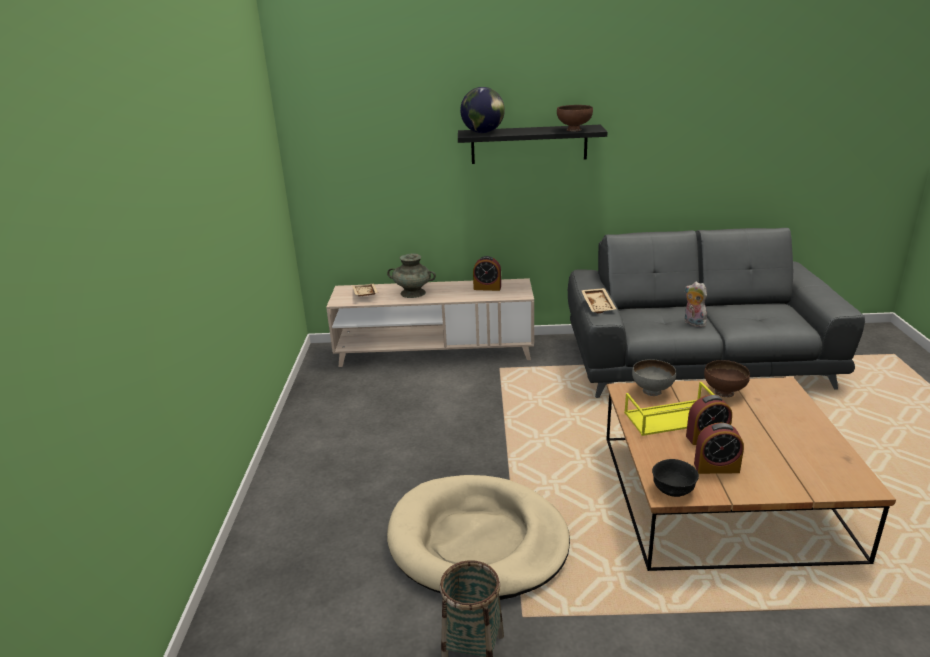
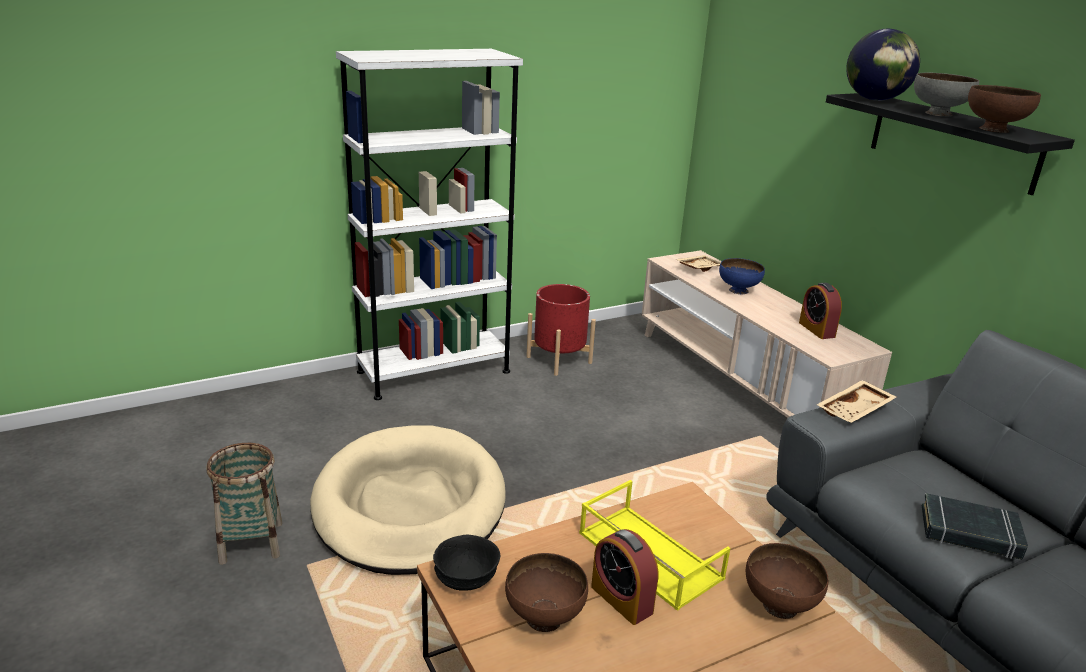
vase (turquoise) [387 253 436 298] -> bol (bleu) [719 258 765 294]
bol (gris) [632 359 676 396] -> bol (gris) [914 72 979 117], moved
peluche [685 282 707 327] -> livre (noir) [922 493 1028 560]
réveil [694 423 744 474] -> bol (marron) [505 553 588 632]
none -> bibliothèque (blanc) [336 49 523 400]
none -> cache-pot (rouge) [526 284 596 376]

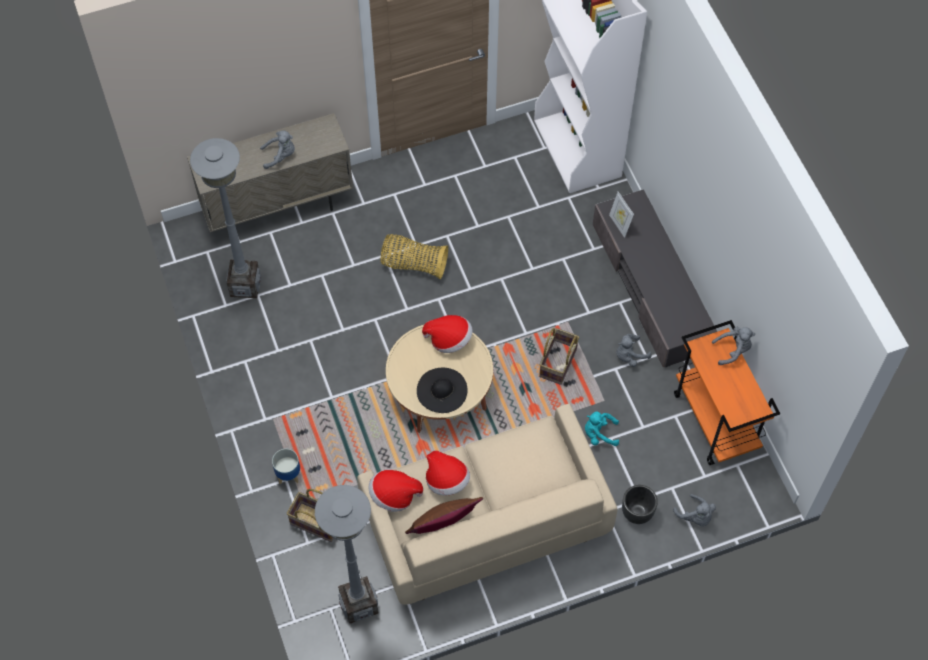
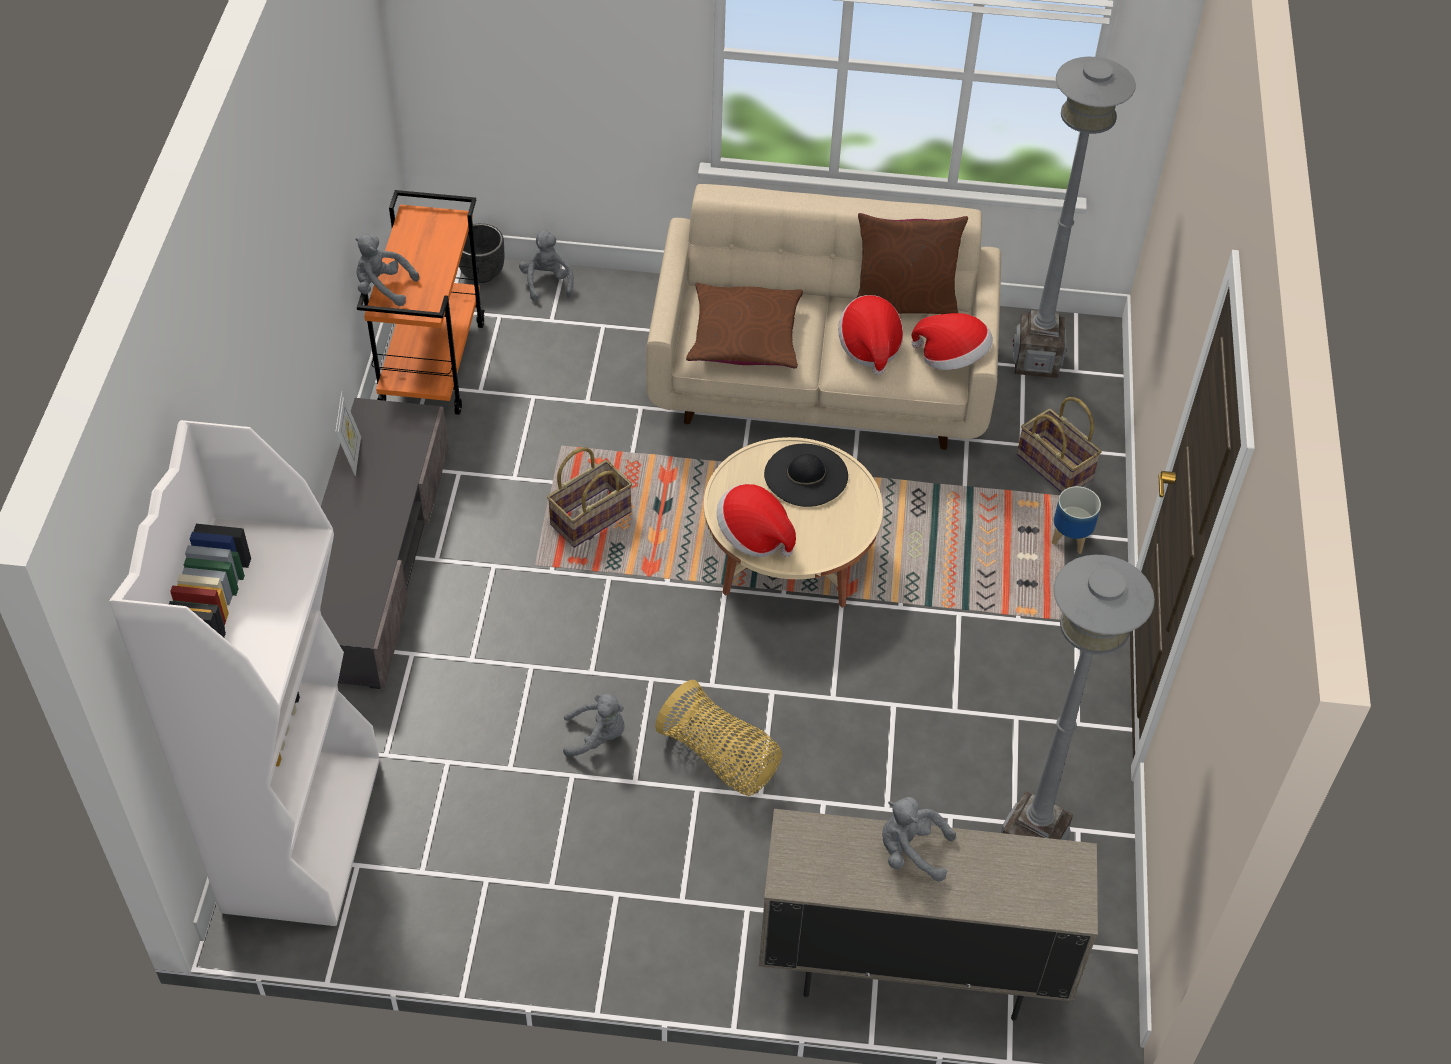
peluche (turquoise) [585 411 619 446] -> none
cadre photo [609 192 634 238] -> cadre photo [335 392 361 476], moved
peluche (gris) [616 334 652 367] -> peluche (gris) [563 694 625 757], moved
cache-pot (noir) [622 485 658 524] -> cache-pot (noir) [459 223 504 283], moved
none -> coussin (marron) [686 283 803 369]

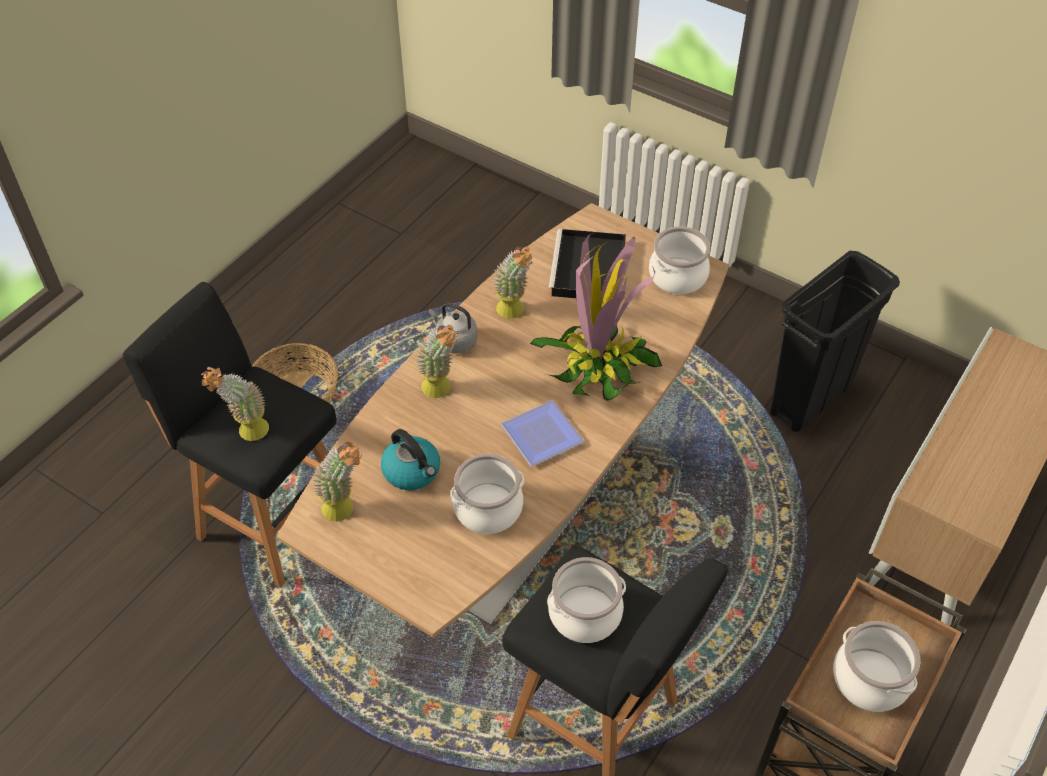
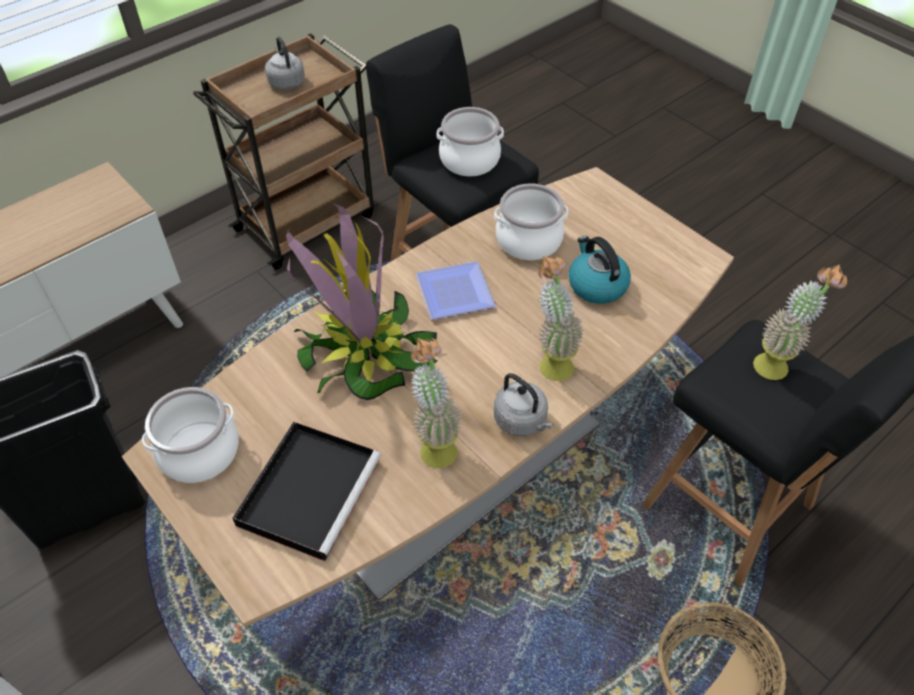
plante en pot [312 442 362 522] -> none
marmite [833 621 920 712] -> bouilloire (gris) [265 37 305 90]

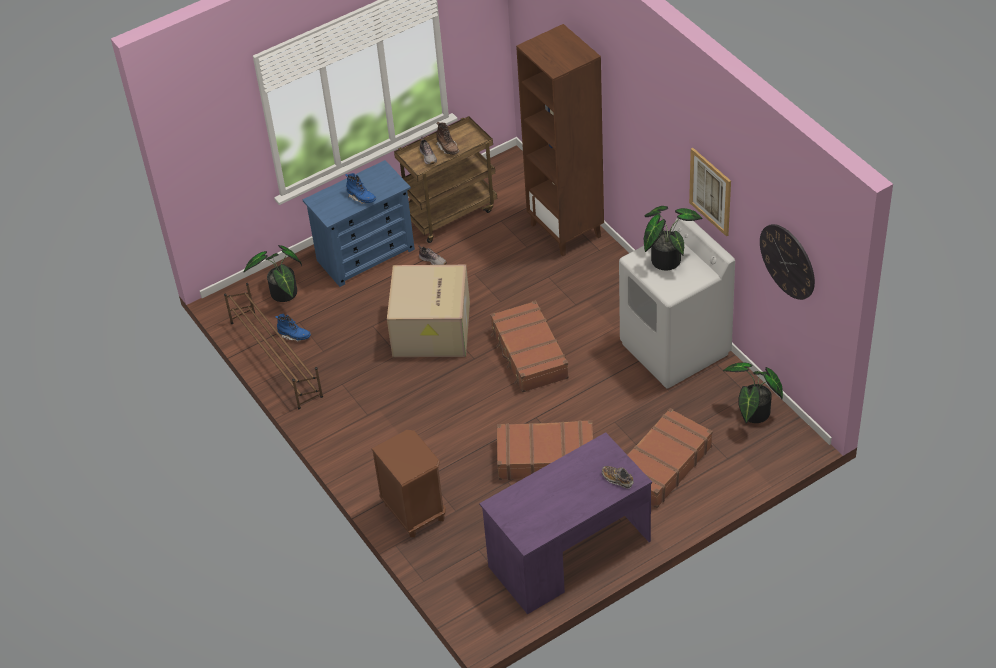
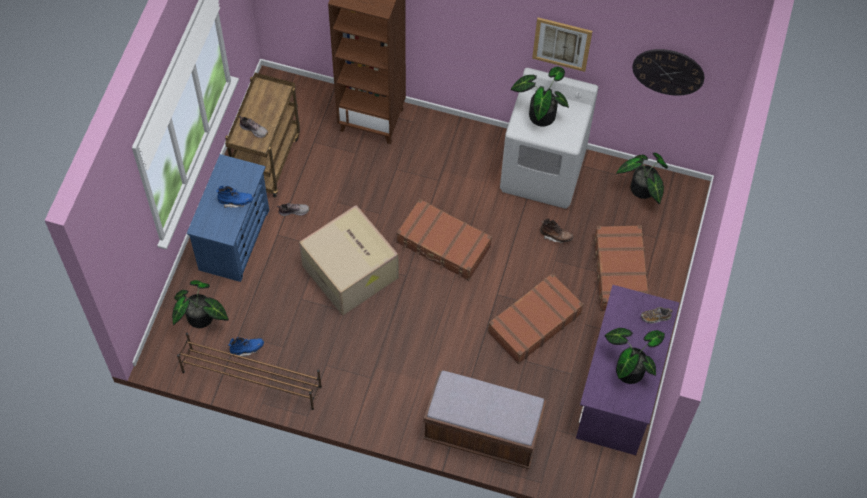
table de chevet (marron) [371 430 446 538] -> banc (marron) [423 371 547 469]
botte (marron) [436 122 459 155] -> botte (marron) [540 218 573 244], moved
none -> plante en pot [605 328 665 384]

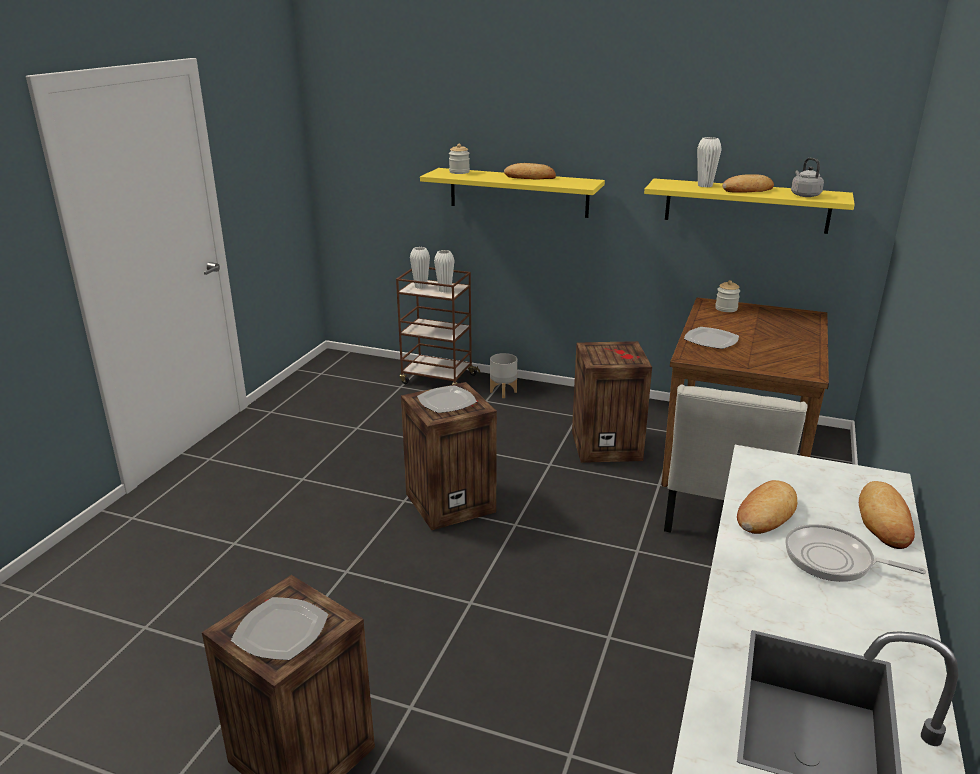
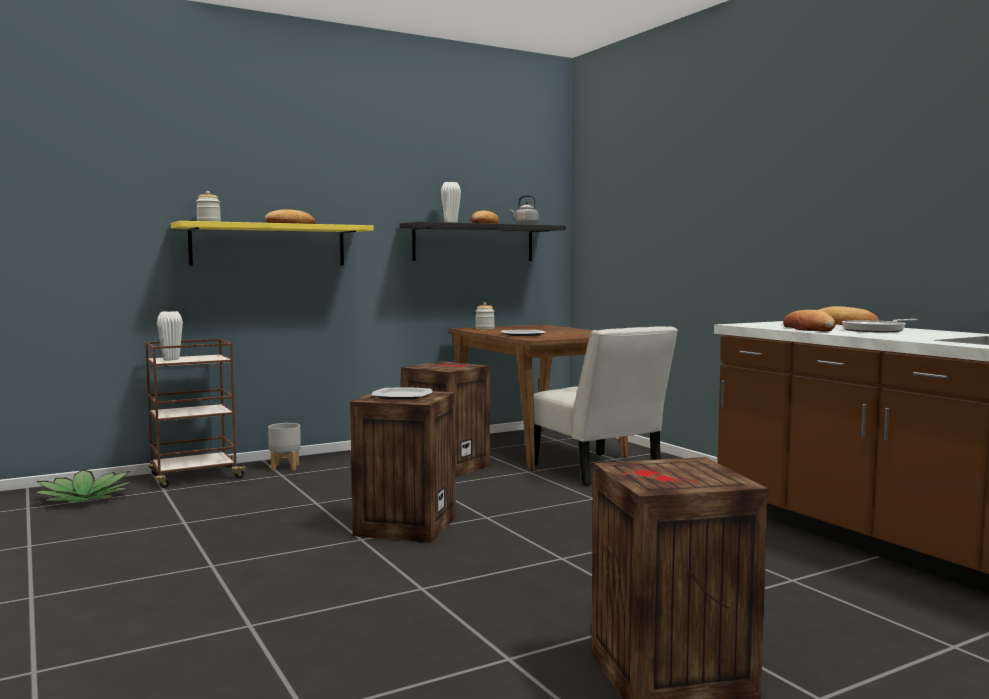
assiette [231 597 328 660] -> none
vase (blanc) [434 250 455 292] -> none
étagère (jaune) [644 178 855 234] -> étagère (noir) [399 221 565 261]
none -> plante en pot [34 469 132 503]

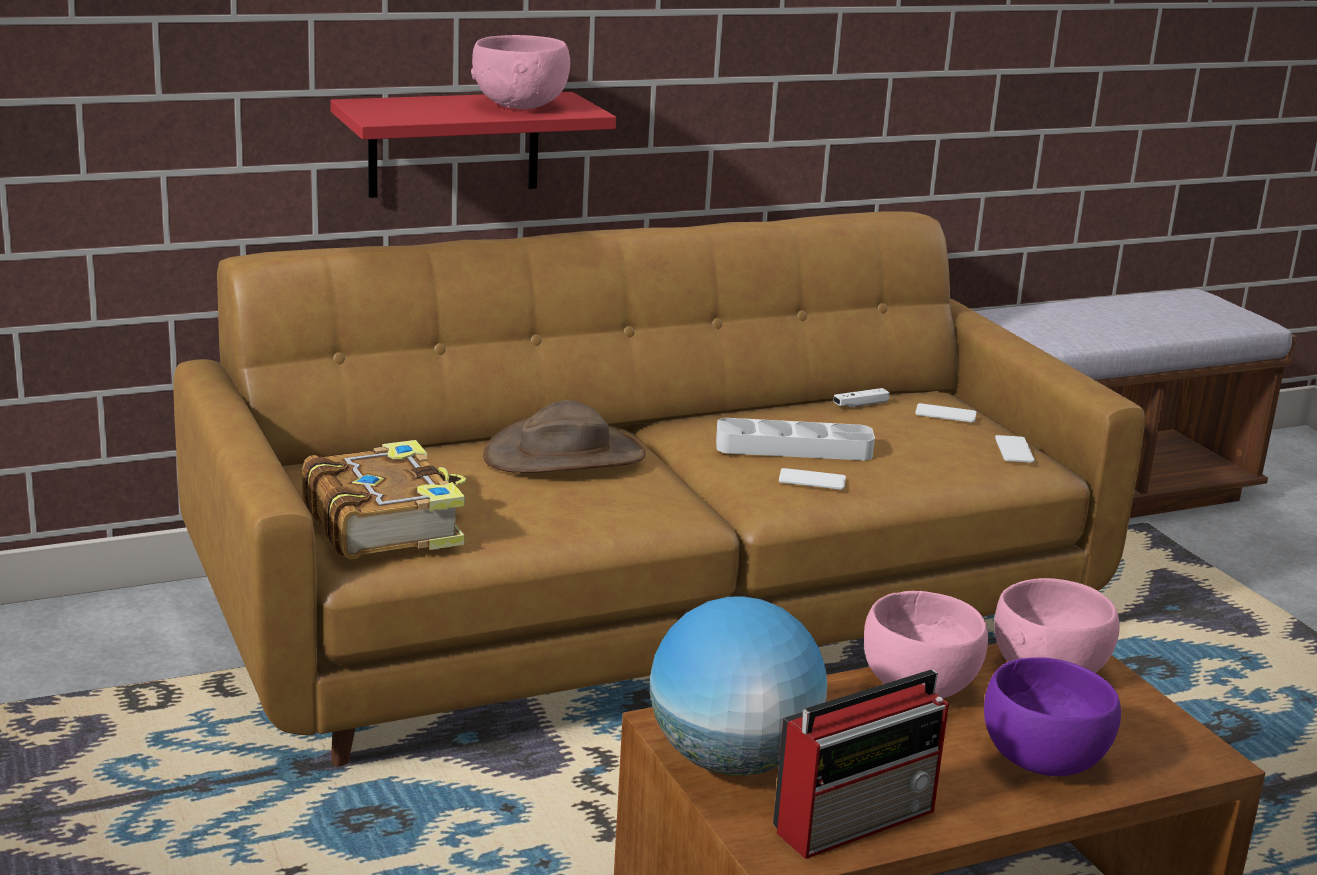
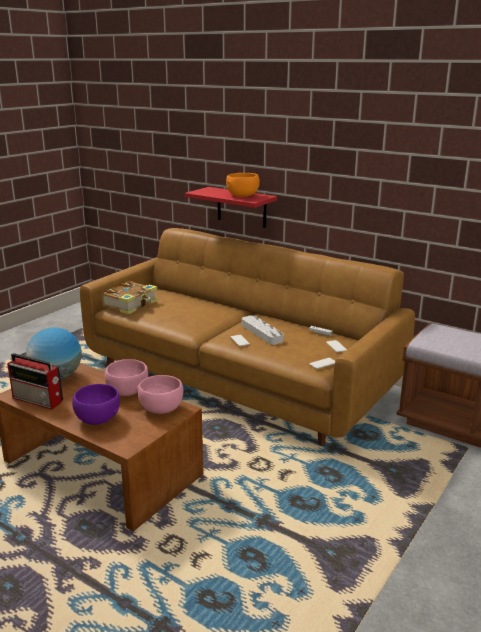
bol (rose) [471 35 570 109] -> bol (orange) [226 173 260 197]
chapeau (marron) [483 400 645 473] -> none

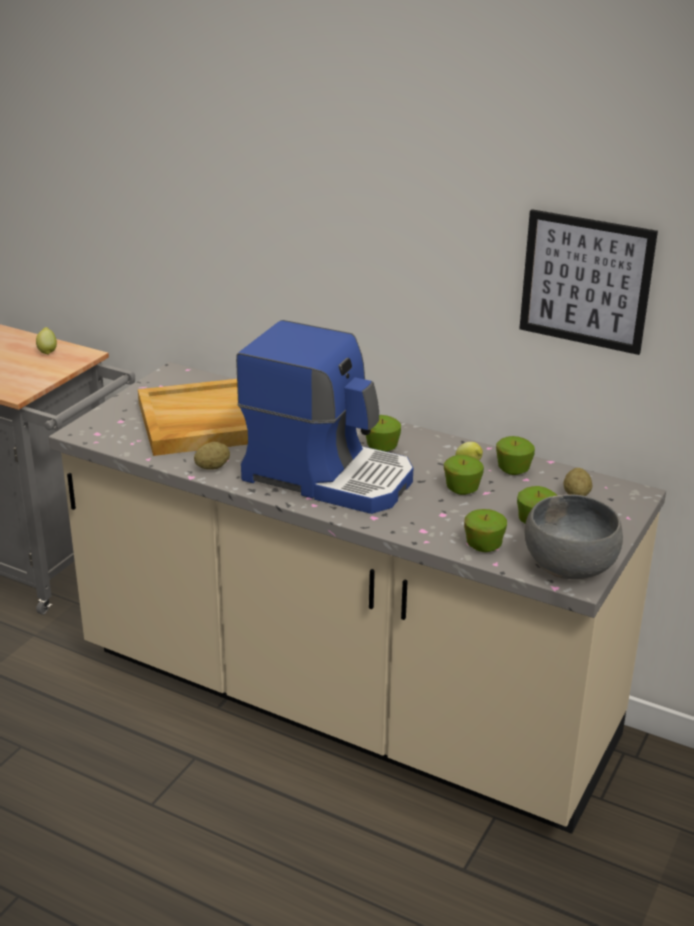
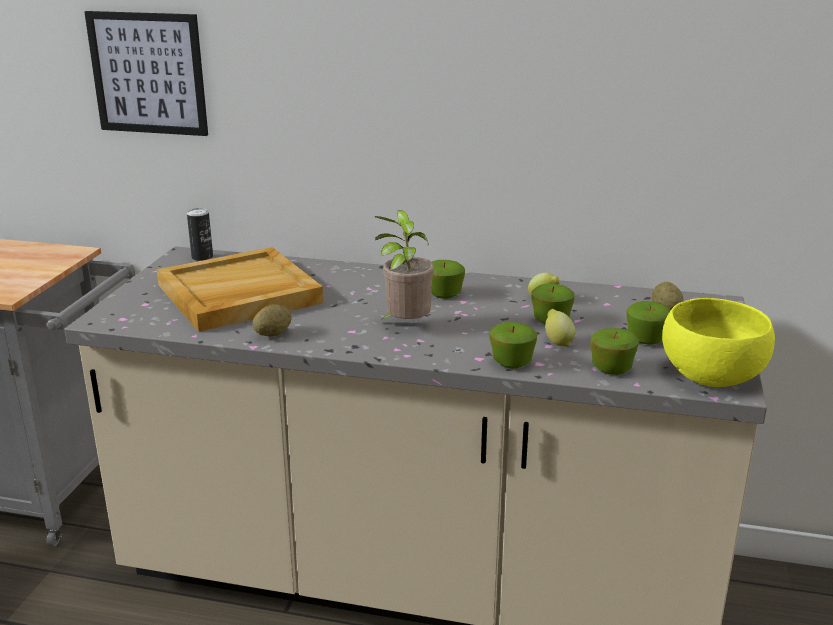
citron [36 327 57 355] -> citron [545 309 576 347], moved
machine à café [236 320 413 514] -> plante en pot [375 210 434 320]
pomme [496 436 535 475] -> pomme [489 322 537 369], moved
tableau [519 209 658 355] -> tableau [84 11 208 136], moved
bol (gris) [525 494 623 579] -> bol (jaune) [662 298 775 387]
none -> boîte métallique [187 208 213 261]

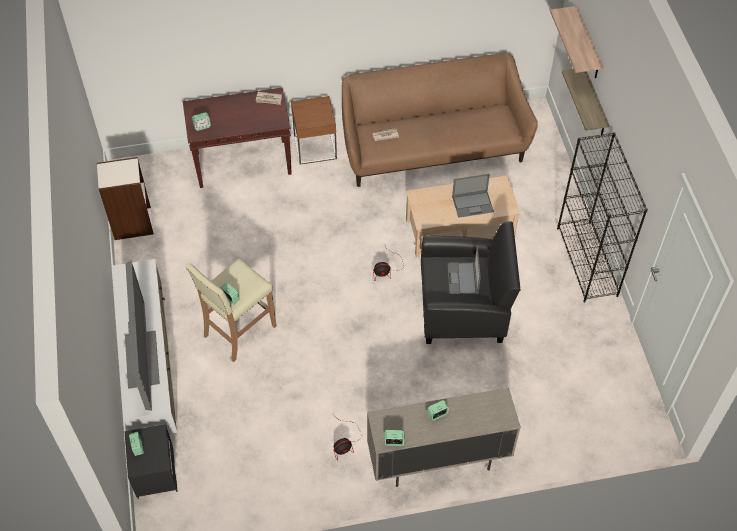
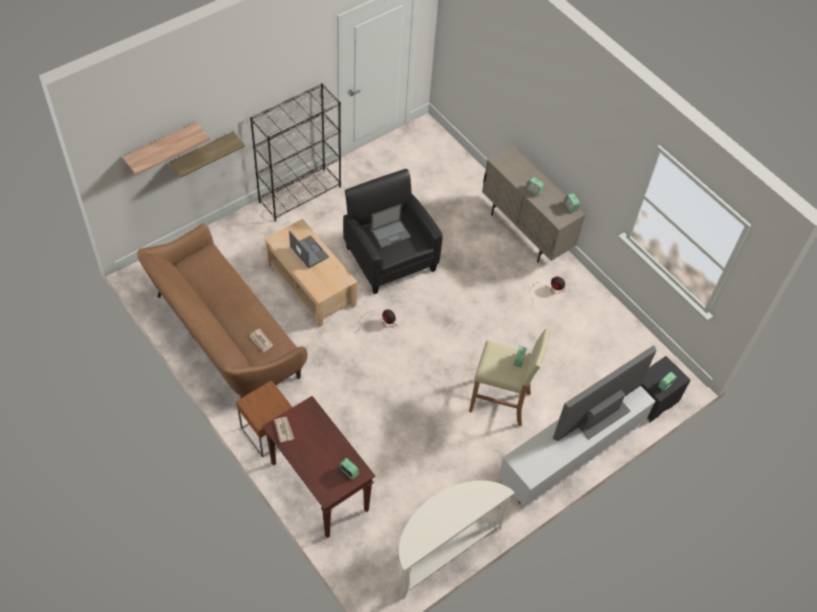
bibliothèque [97 157 154 240] -> table console (blanc) [399 481 515 599]

